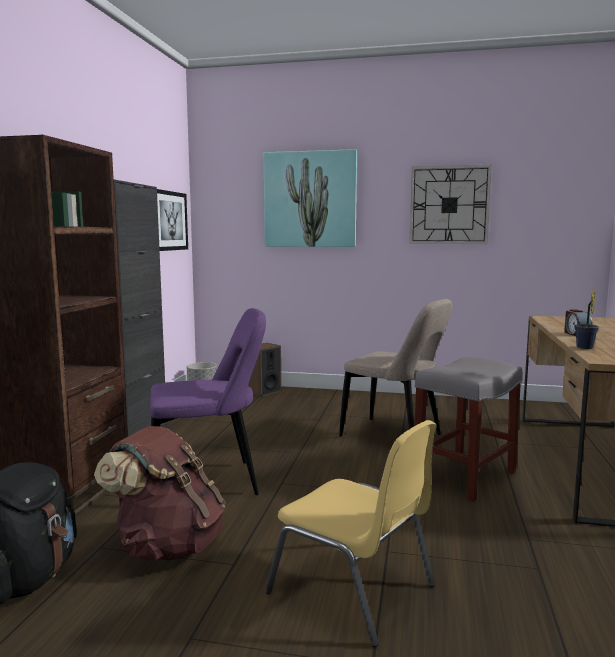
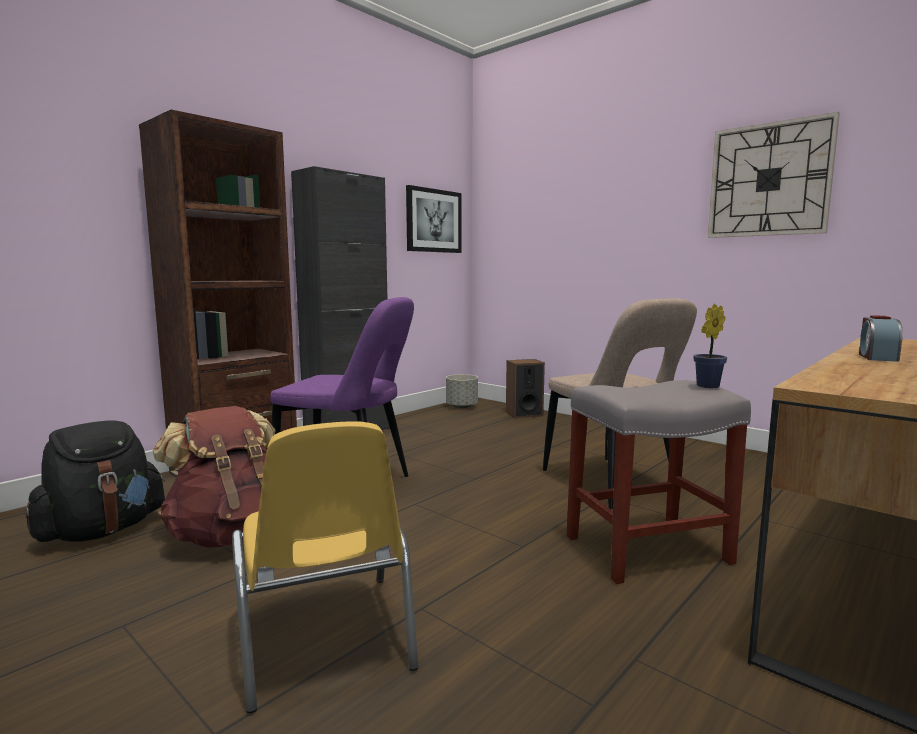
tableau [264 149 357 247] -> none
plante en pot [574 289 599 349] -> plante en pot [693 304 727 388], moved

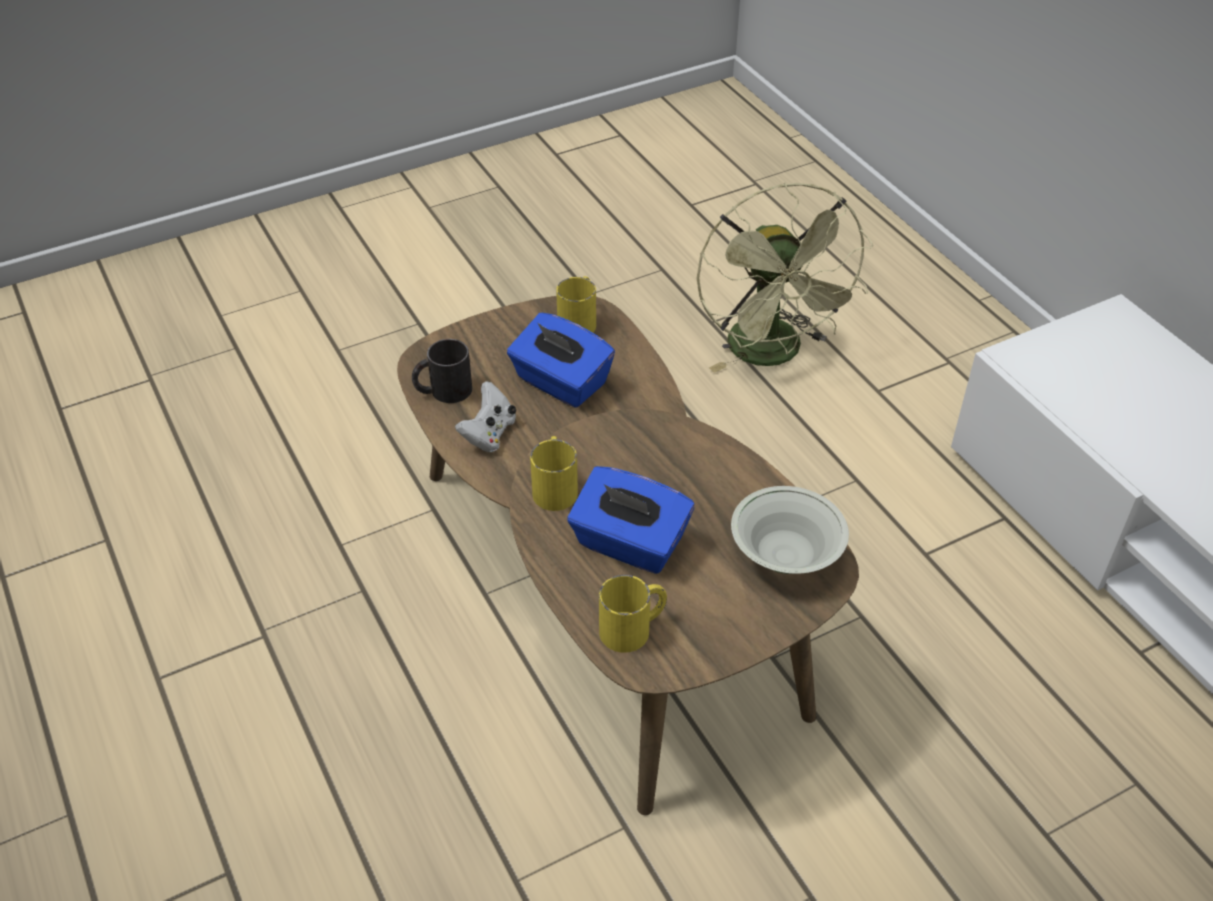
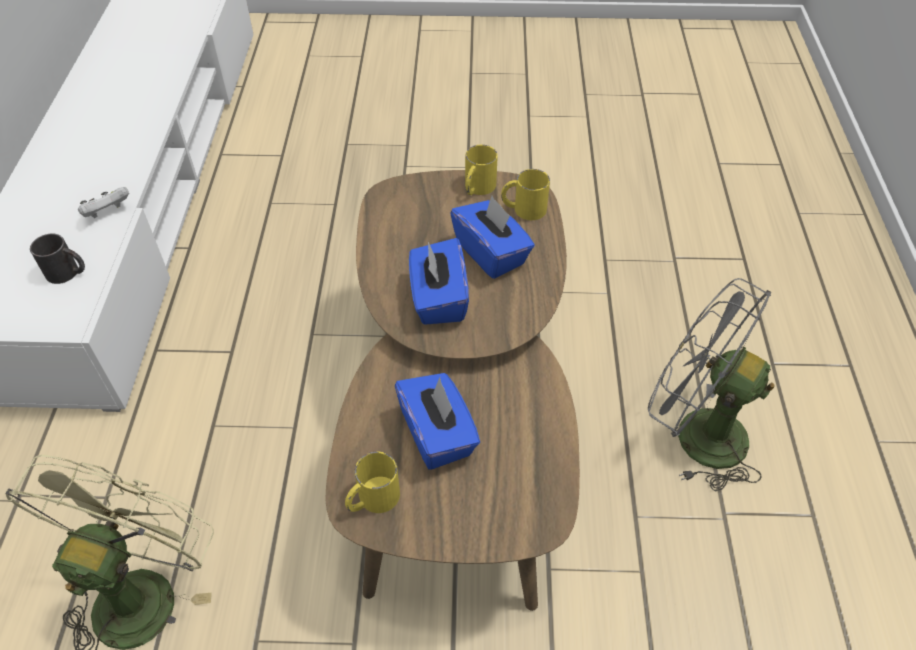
mug (noir) [412 339 472 403] -> mug (noir) [30 233 85 284], moved
manette (blanc) [455 381 516 452] -> manette (blanc) [78 187 129 218], moved
mug (jaune) [530 436 578 511] -> mug (jaune) [465 145 498 195], moved
bol (blanc) [731 486 849 574] -> none
none -> boîte à mouchoirs (bleu) [409 238 469 325]
none -> ventilateur (gris) [648 278 775 491]

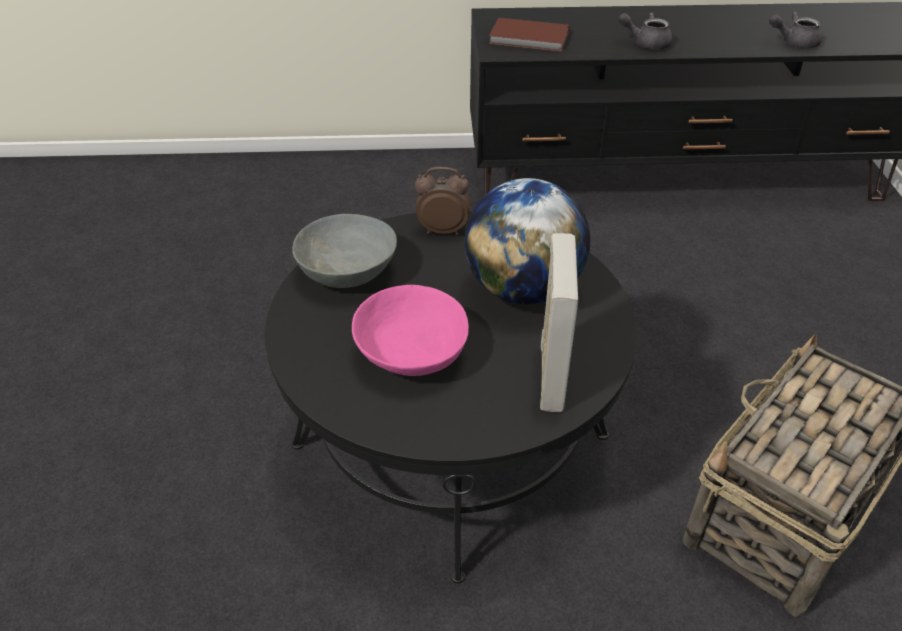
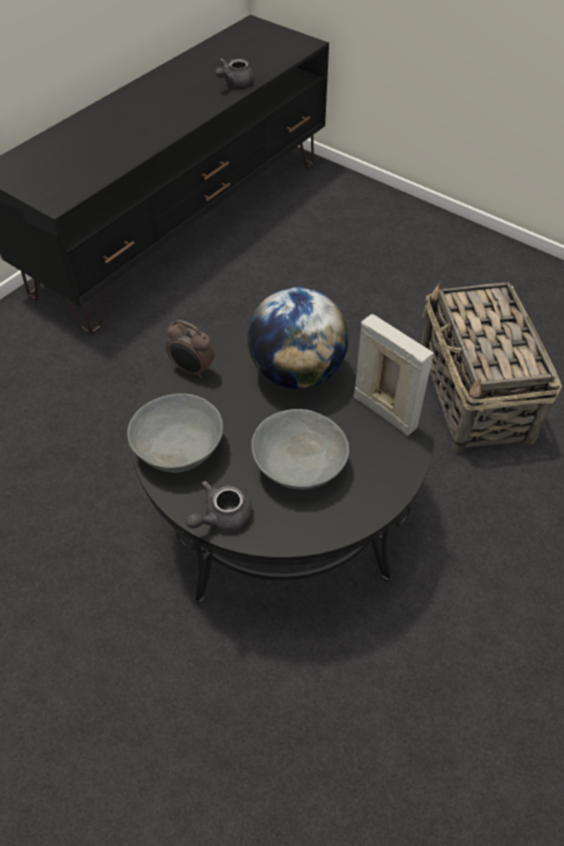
bol (rose) [352 285 469 376] -> bol (gris) [252 409 349 490]
réveil [415 167 470 235] -> réveil [166 320 215 379], 105 degrees counterclockwise
livre (marron) [489 18 570 52] -> none
théière (gris) [618 13 673 49] -> théière (gris) [186 481 252 532], moved

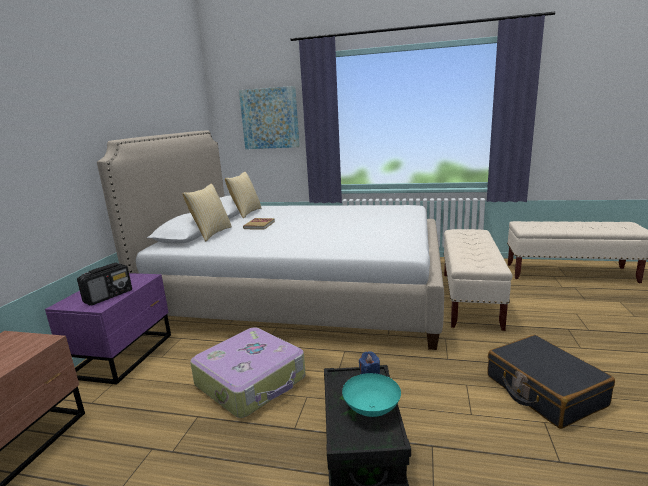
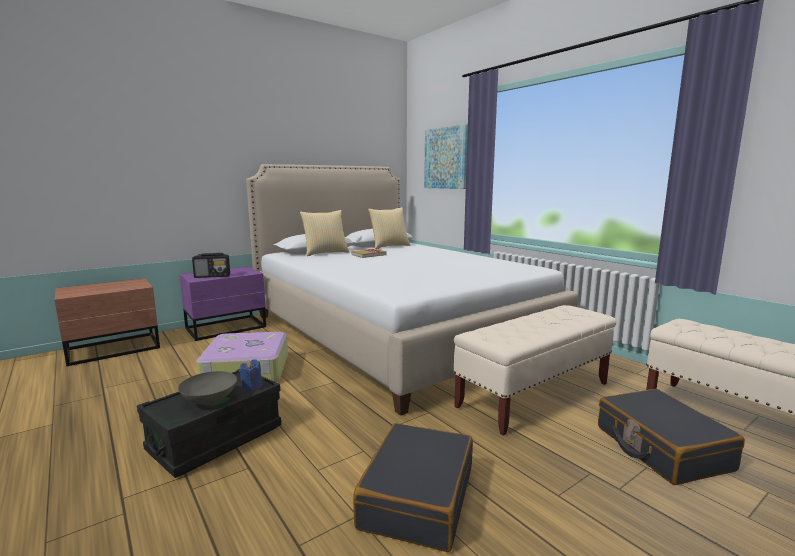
bol (turquoise) [342 373 401 417] -> bol (gris) [178 371 237 406]
none -> valise (noir) [598 389 745 485]

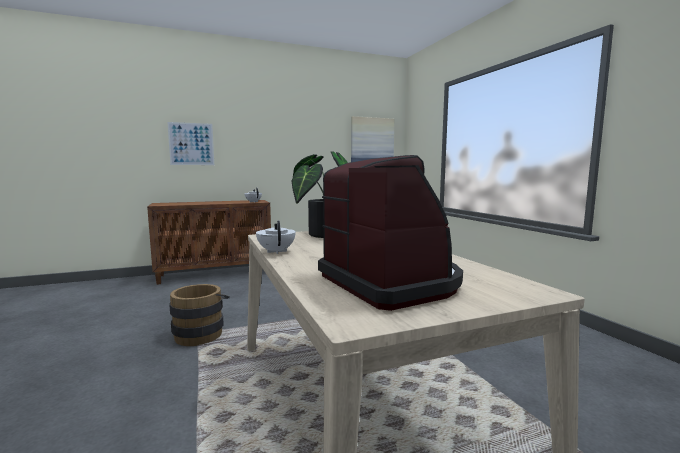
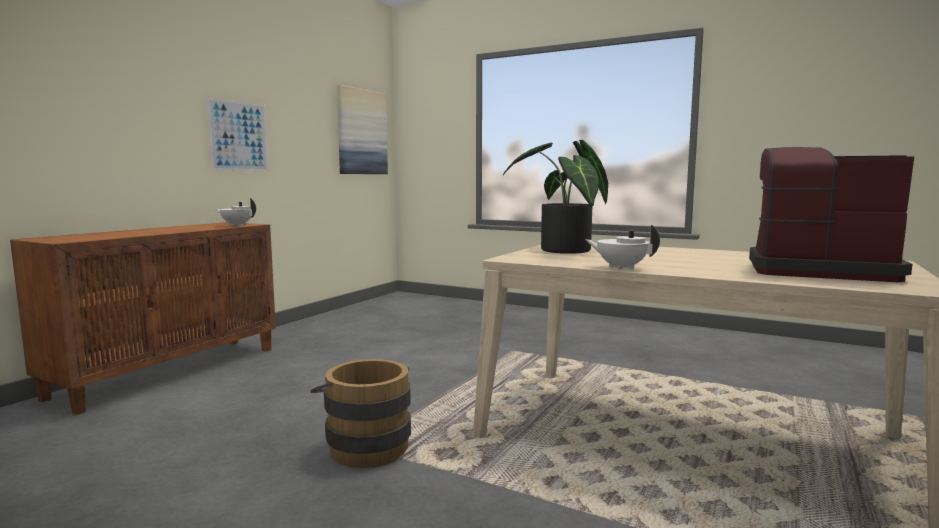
tableau [167 122 214 165] -> tableau [207 97 268 171], moved

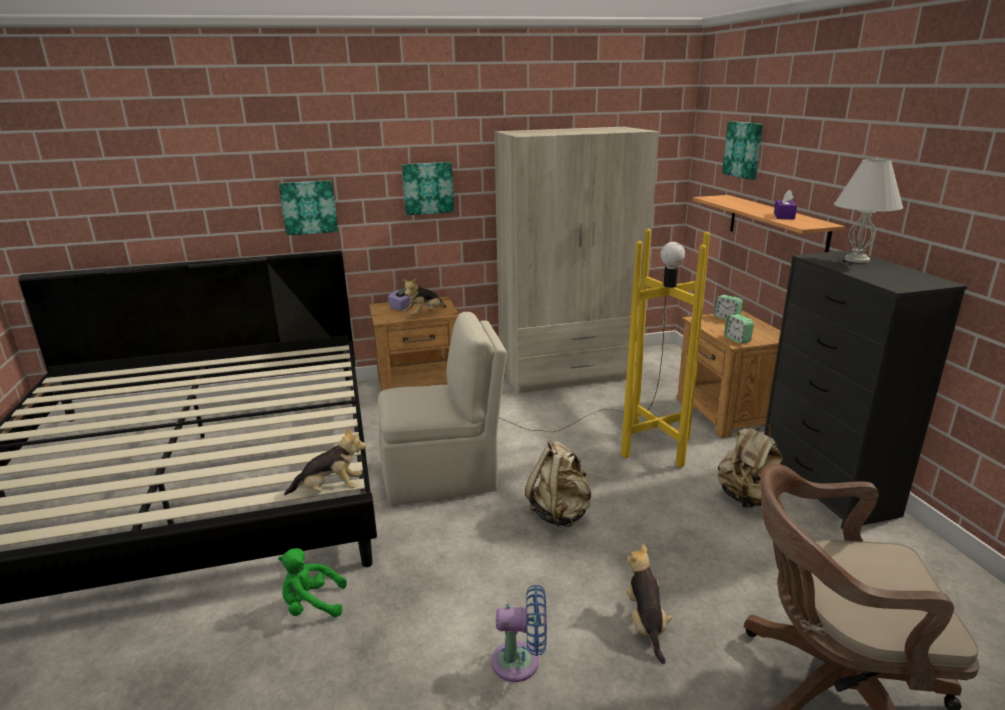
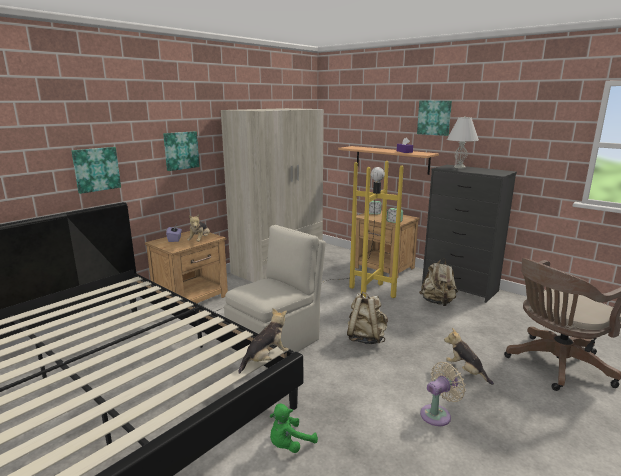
ventilateur (bleu) [491 585 547 682] -> ventilateur (beige) [420 362 466 426]
tableau [722 121 763 180] -> tableau [417 101 452 136], moved

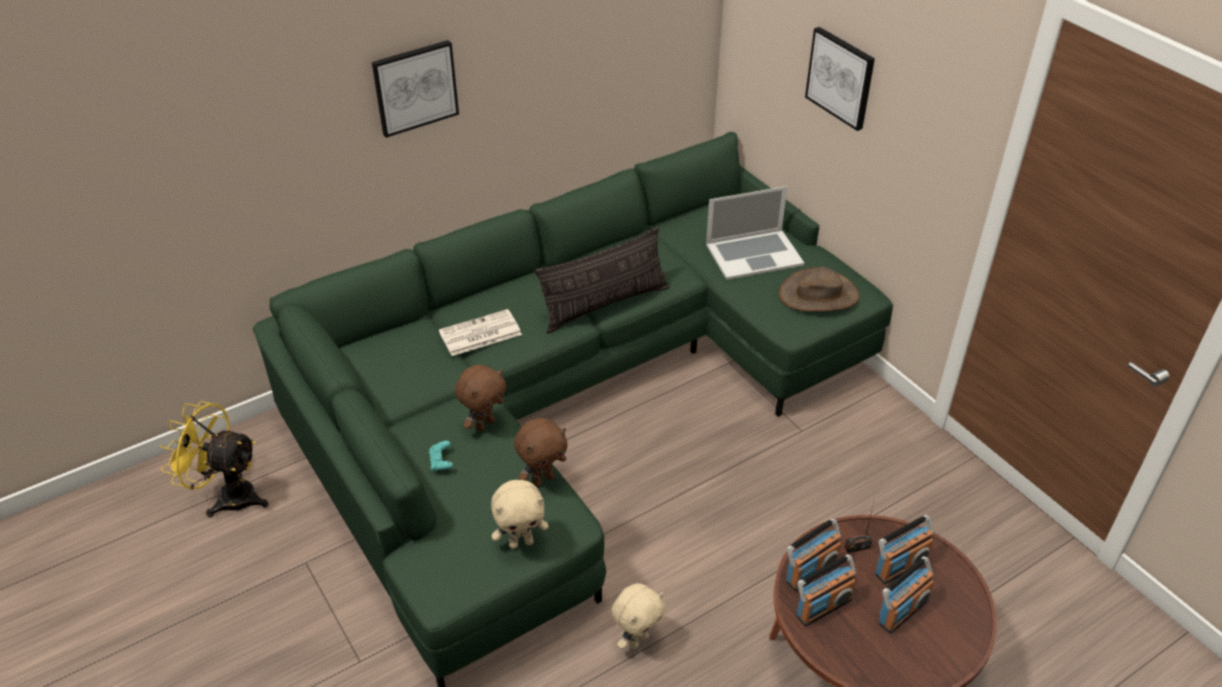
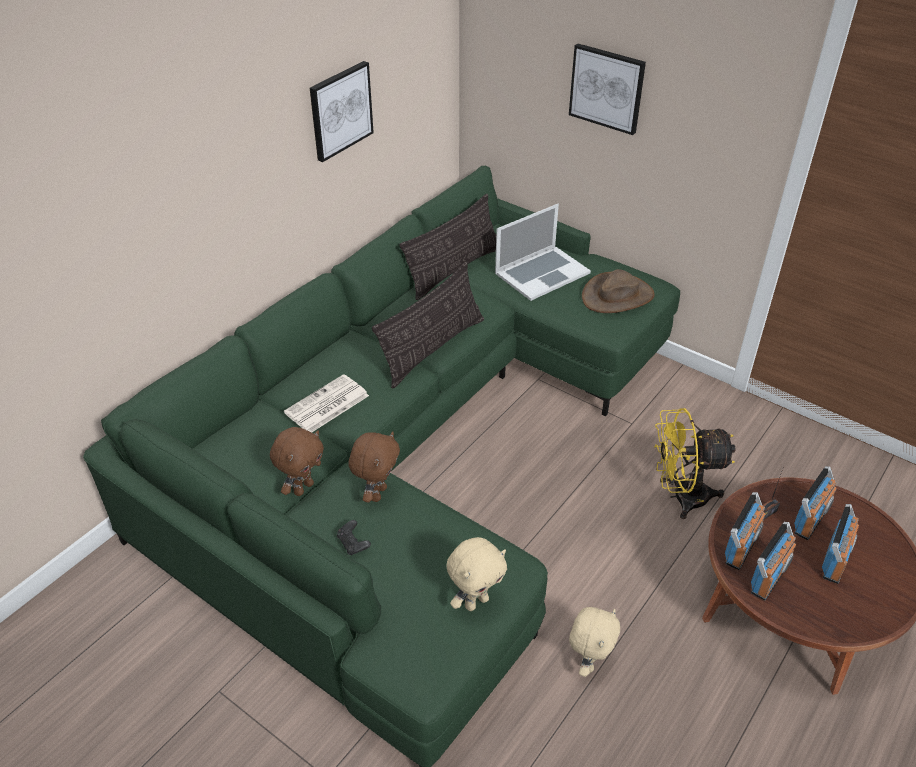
ventilateur (jaune) [160 401 269 517] -> ventilateur (jaune) [654 408 735 519], moved
tableau [372 40 459 138] -> tableau [310 61 374 162], moved
manette (turquoise) [429 441 453 472] -> manette (noir) [337 520 371 555]
peluche (marron) [514 418 568 487] -> peluche (marron) [270 427 324 496], moved
none -> coussin [399 194 496 300]

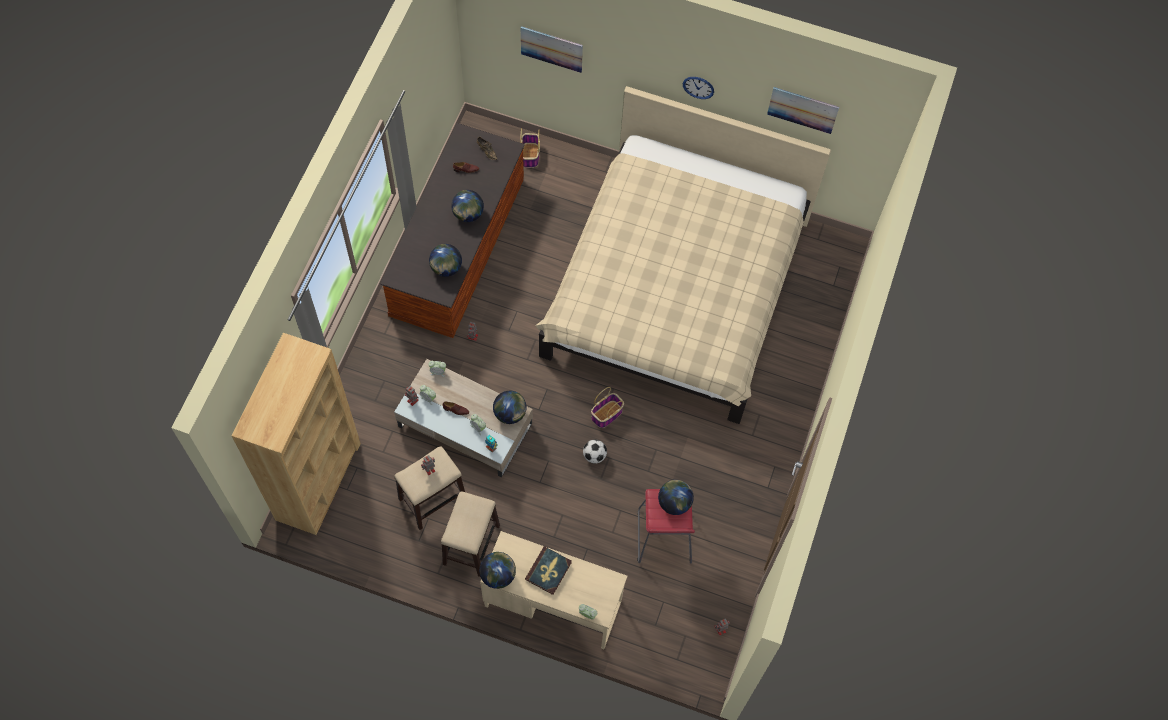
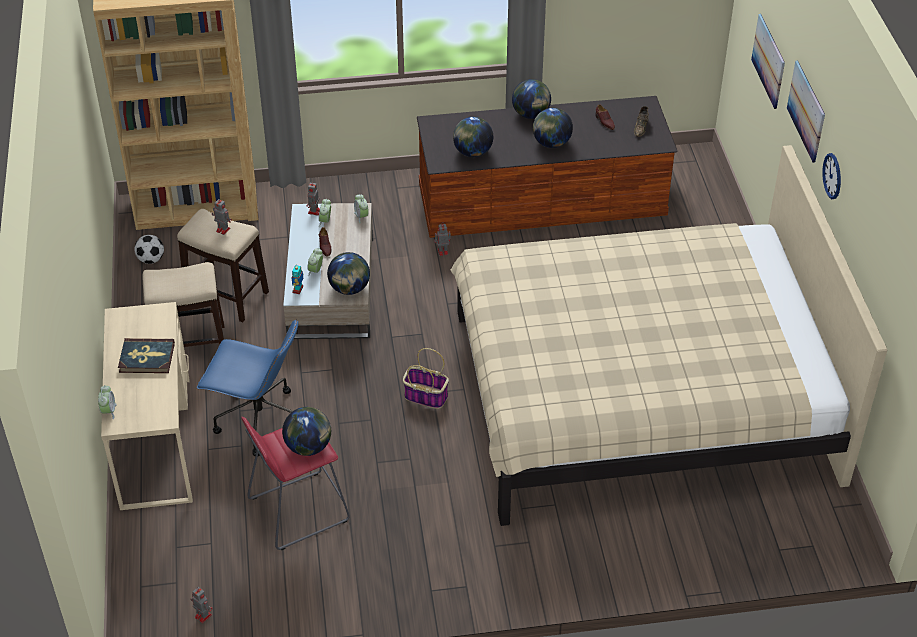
globe [479 552 516 589] -> globe [512 79 551 119], moved
panier [520 128 540 168] -> none
ballon de foot [583 439 607 464] -> ballon de foot [134 235 164 264], moved
tableau [767 87 839 134] -> tableau [787 61 825 163], moved
none -> chaise de bureau (bleu) [197 319 298 456]

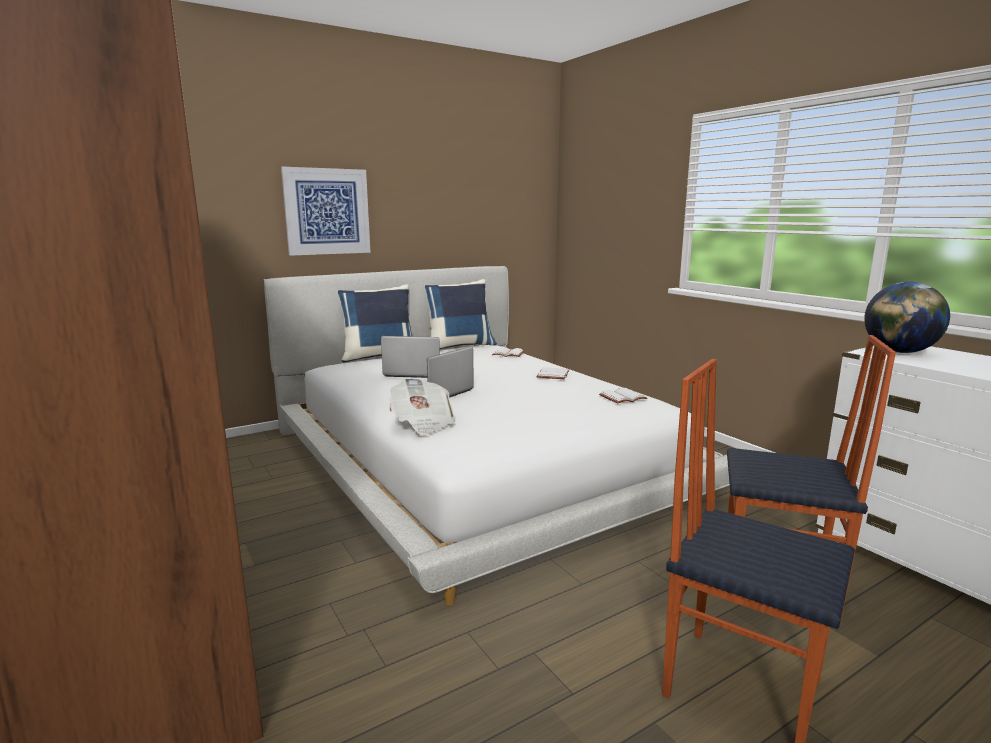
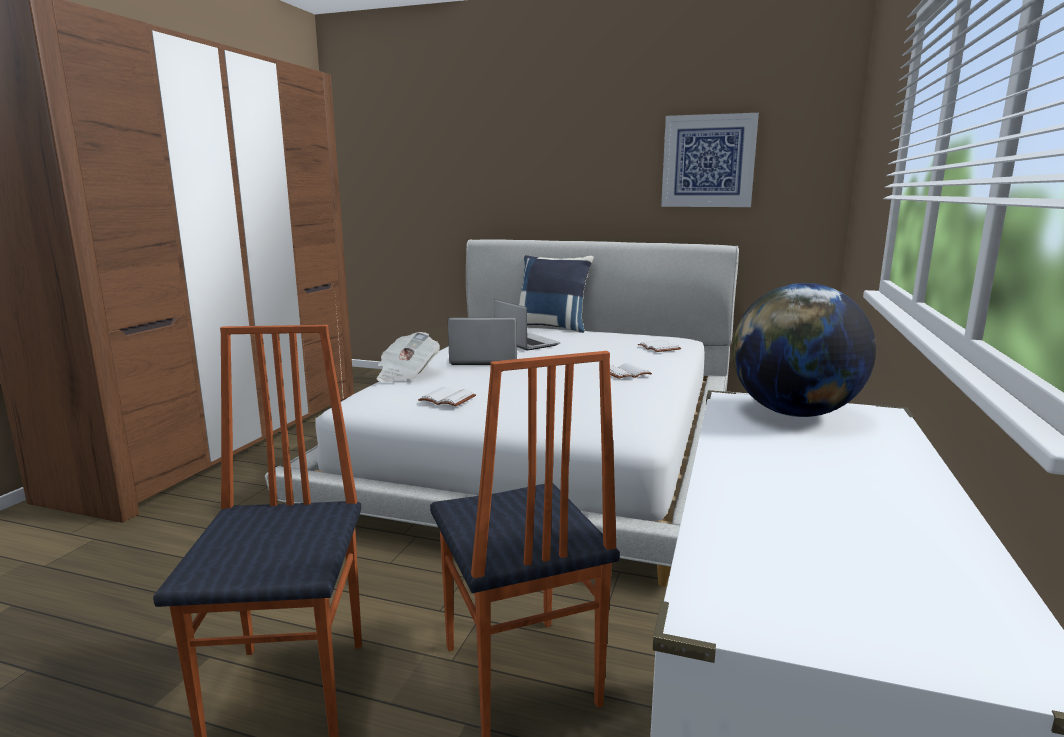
tableau [281 167 371 256] -> tableau [661 113 759 207], moved
coussin (bleu) [425 279 497 349] -> none
livre (blanc) [599 388 647 403] -> livre (blanc) [418 387 476 406], moved

